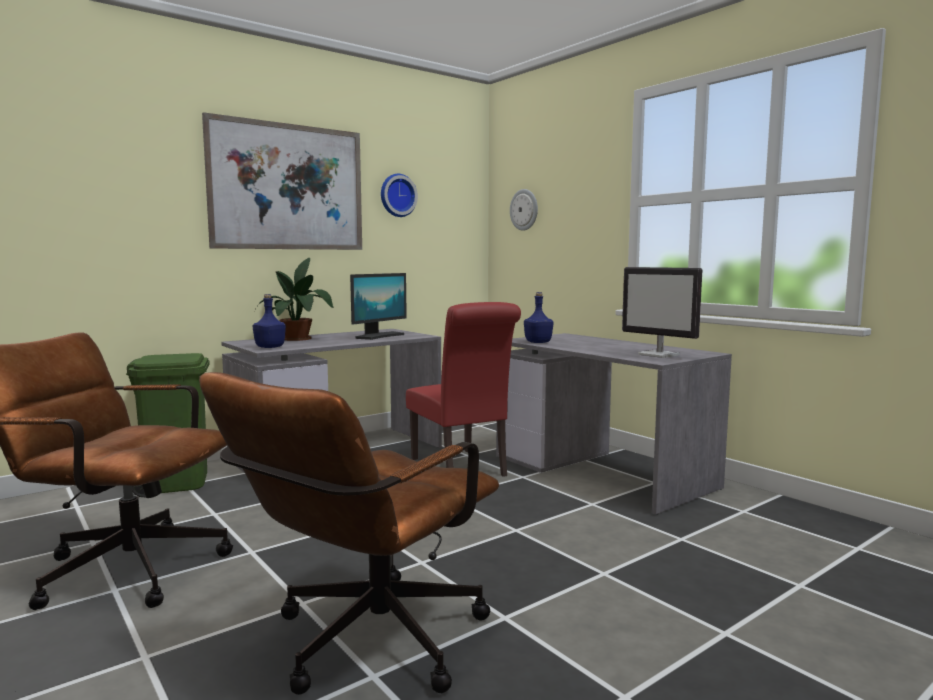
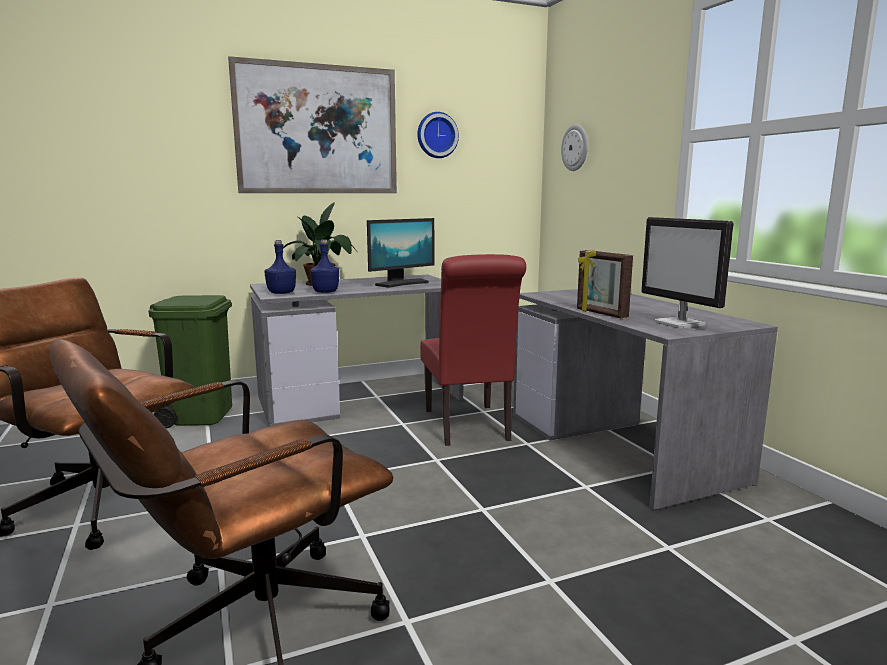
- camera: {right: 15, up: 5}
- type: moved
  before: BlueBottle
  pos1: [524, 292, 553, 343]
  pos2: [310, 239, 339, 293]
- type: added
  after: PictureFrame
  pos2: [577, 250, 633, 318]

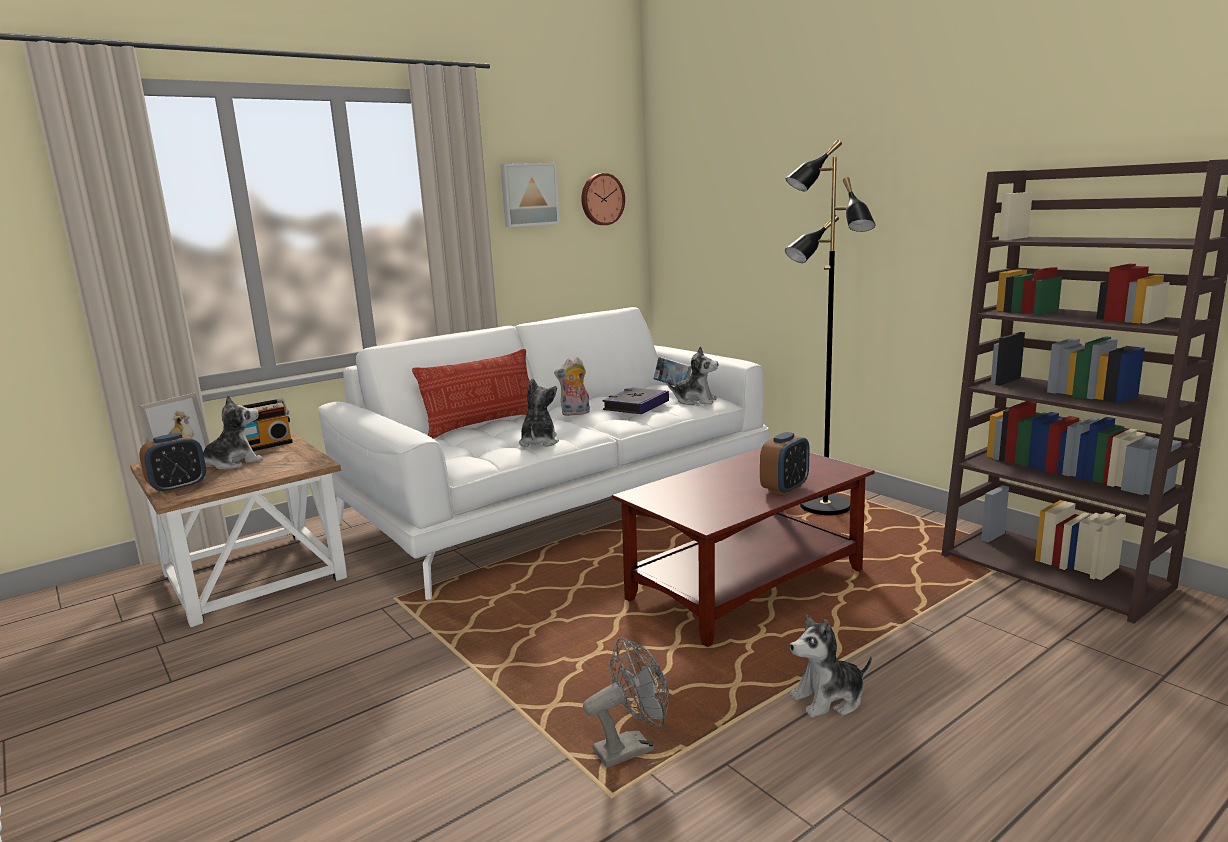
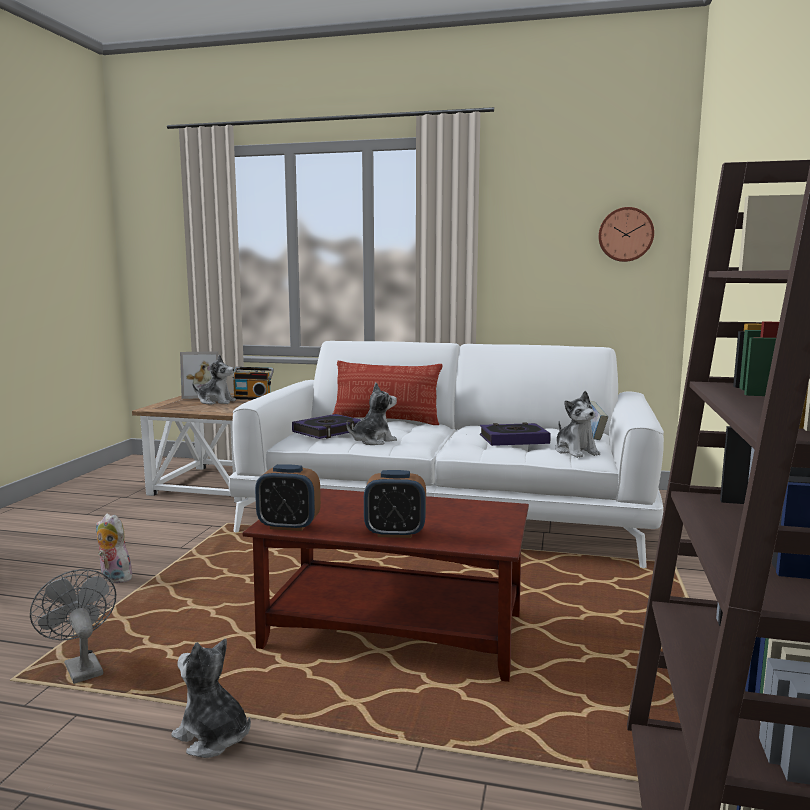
- camera: {right: 50, up: -5}
- type: turned
  before: GreyFan
  pos1: [583, 638, 670, 768]
  pos2: [30, 569, 116, 684]
  turn: -150
- type: moved
  before: PlushToy
  pos1: [554, 357, 590, 416]
  pos2: [96, 514, 132, 583]
- type: moved
  before: AlarmClock
  pos1: [139, 433, 206, 494]
  pos2: [255, 464, 321, 531]
- type: added
  after: Book
  pos2: [292, 414, 361, 439]
- type: removed
  before: Picture
  pos1: [500, 163, 560, 227]
- type: removed
  before: BlackFloorLamp
  pos1: [785, 139, 875, 515]

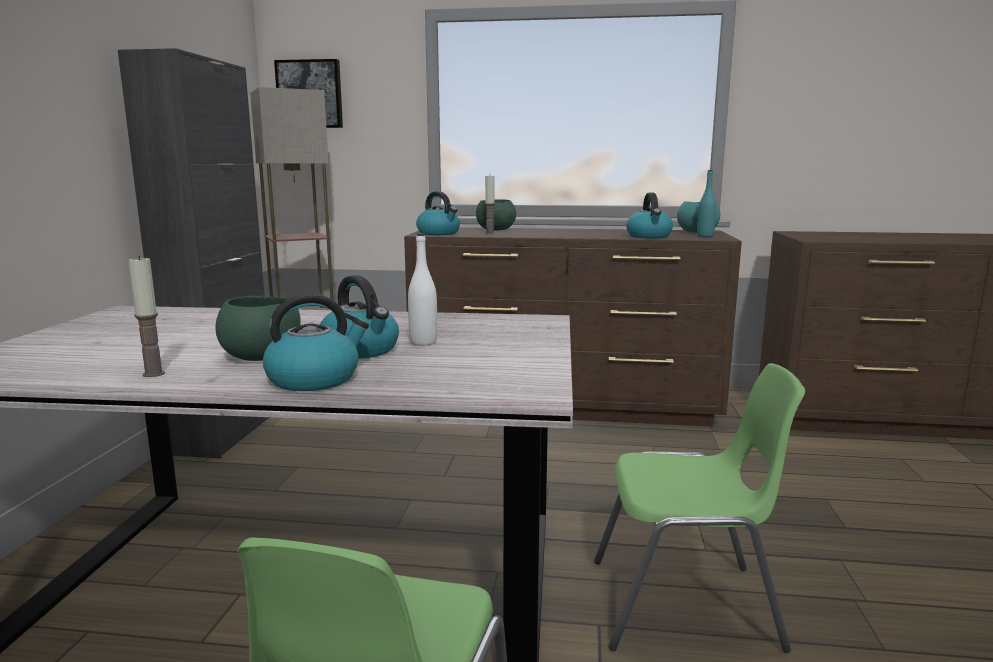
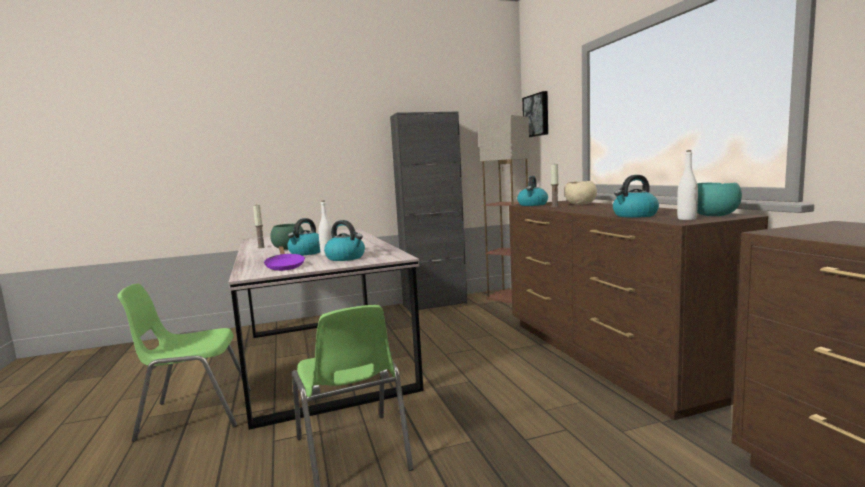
- camera: {right: 65, up: -5}
- type: added
  after: PurpleFryingPan
  pos2: [263, 246, 305, 271]
- type: moved
  before: Kettle
  pos1: [263, 293, 369, 391]
  pos2: [324, 220, 365, 261]
- type: recoloured
  before: GreenBowl
  after: BeigeBowl
  pos1: [476, 199, 516, 230]
  pos2: [564, 181, 597, 205]
- type: recoloured
  before: TurquoiseBottle
  after: WhiteBottle
  pos1: [697, 170, 716, 237]
  pos2: [677, 150, 698, 220]

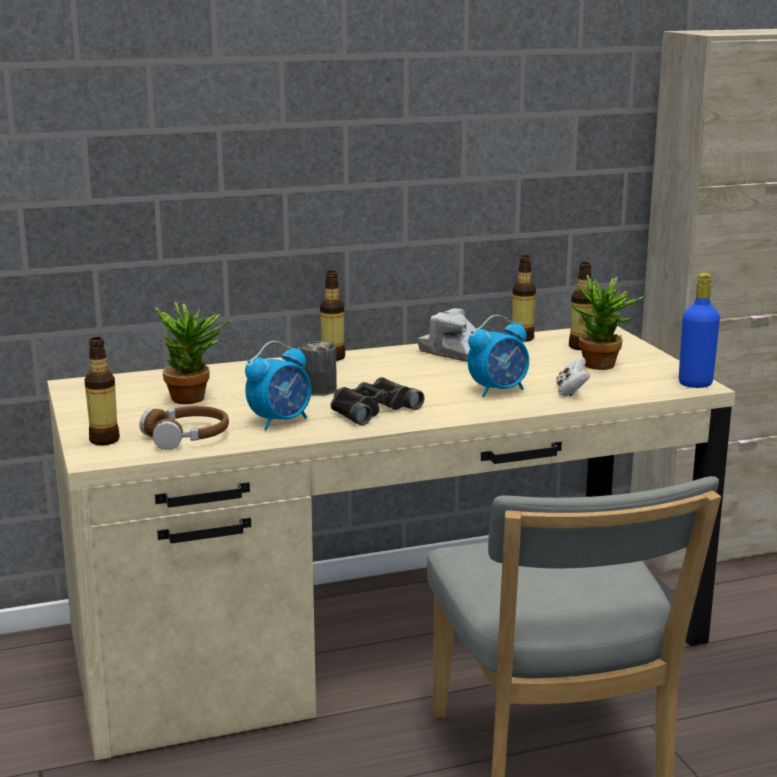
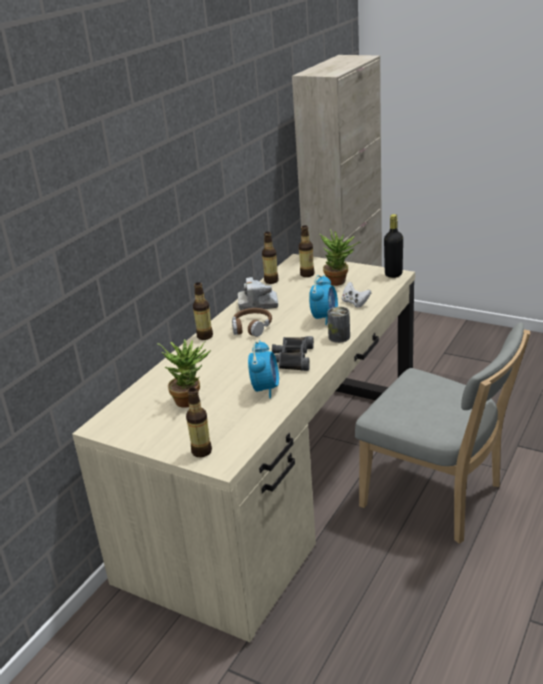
- camera: {right: -40, up: 10}
- type: moved
  before: BrownHeadphones
  pos1: [140, 406, 229, 450]
  pos2: [232, 308, 272, 337]
- type: moved
  before: Can
  pos1: [301, 341, 337, 396]
  pos2: [327, 307, 350, 343]
- type: recoloured
  before: BlueBottle
  after: BlackBottle
  pos1: [679, 273, 720, 388]
  pos2: [384, 214, 403, 278]

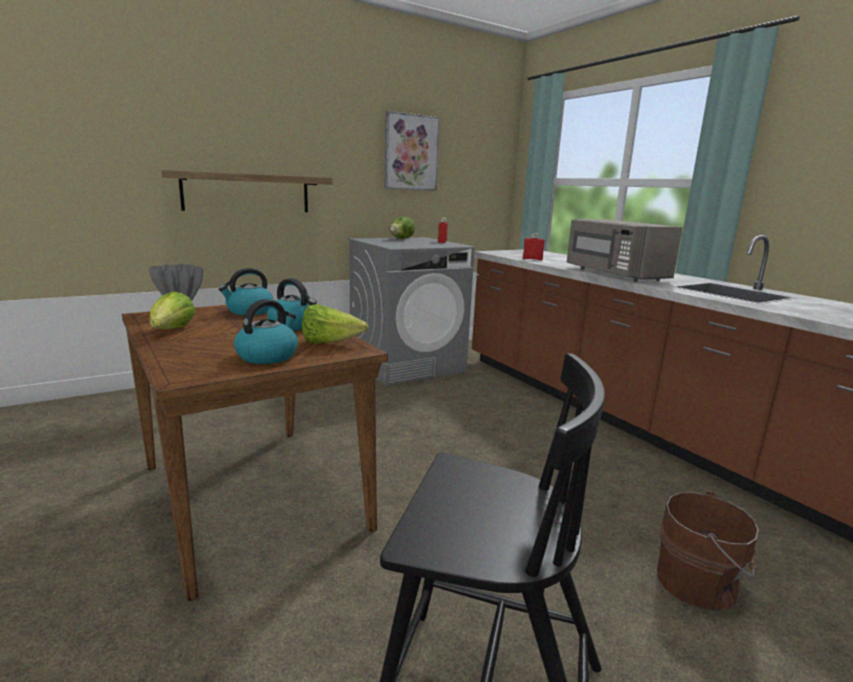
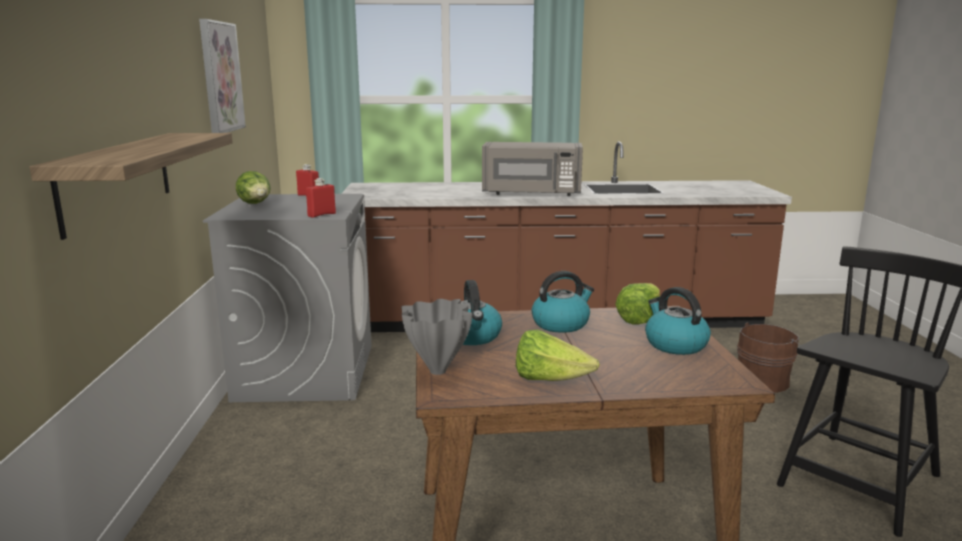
- camera: {right: -60, up: 0}
- type: moved
  before: RedBottle
  pos1: [523, 233, 545, 260]
  pos2: [306, 178, 336, 218]

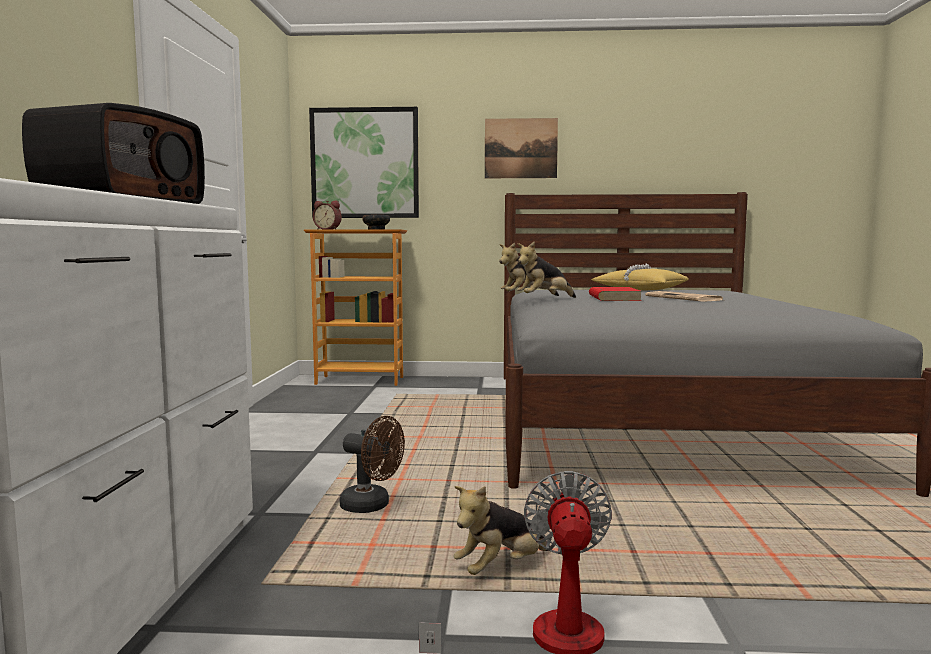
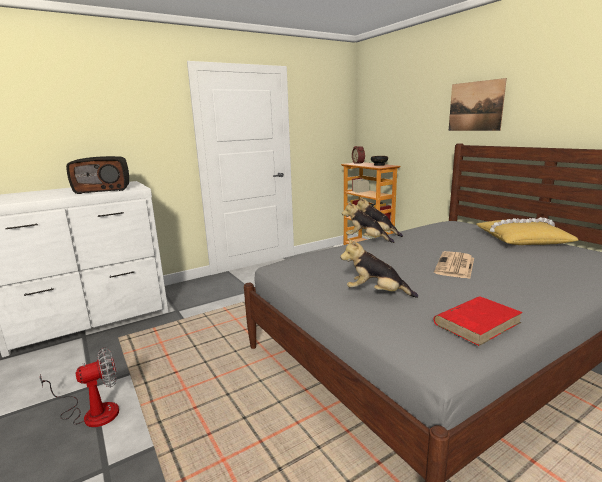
- camera: {right: 55, up: 10}
- type: moved
  before: PlushToy
  pos1: [454, 486, 550, 575]
  pos2: [340, 238, 418, 298]
- type: moved
  before: RedBook
  pos1: [589, 287, 641, 301]
  pos2: [433, 296, 523, 346]
- type: removed
  before: Picture
  pos1: [309, 107, 419, 218]
- type: removed
  before: BrownFan
  pos1: [340, 416, 405, 513]

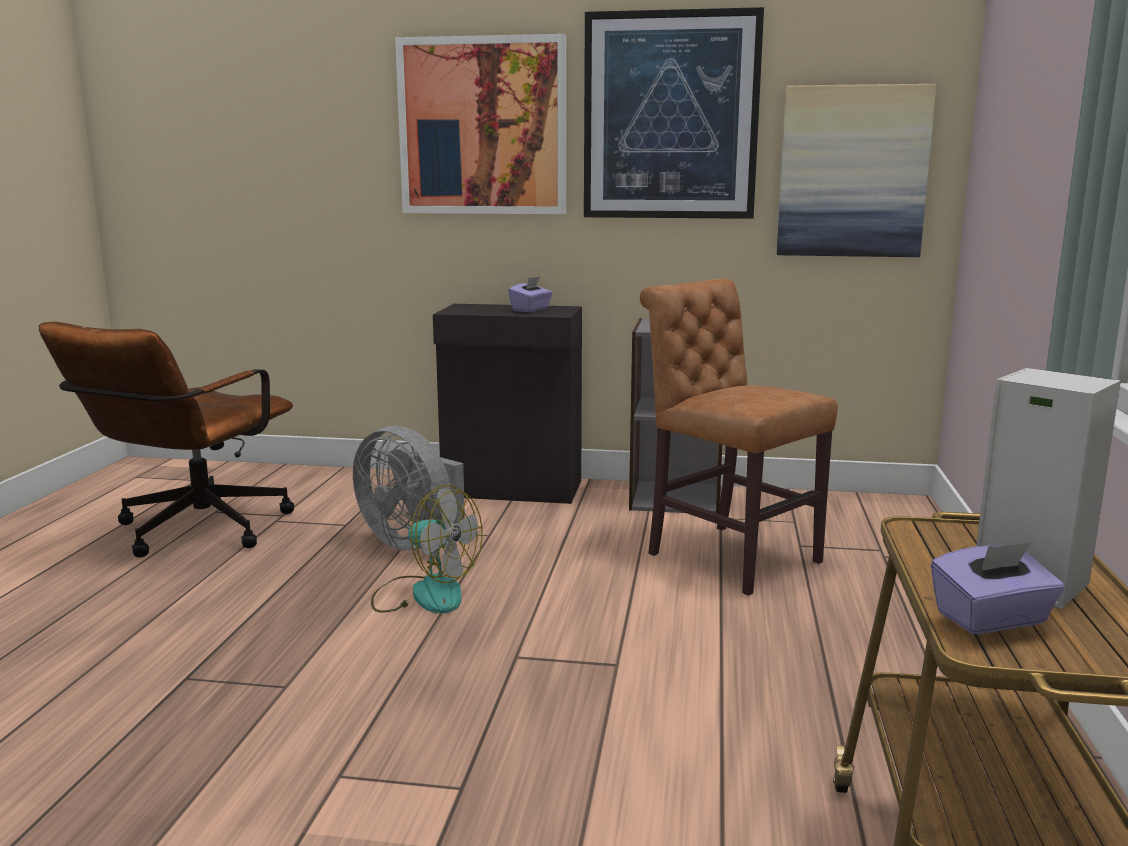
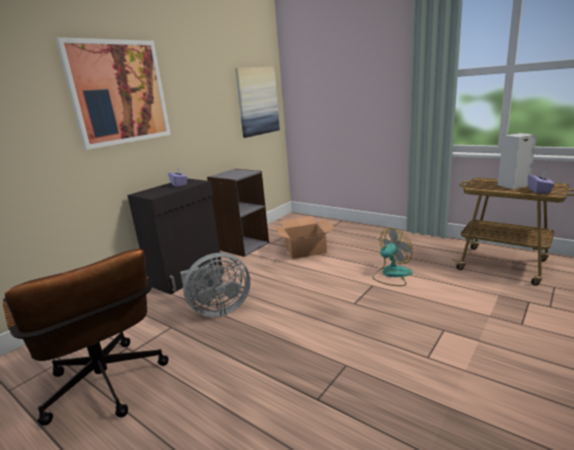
- camera: {right: -60, up: 5}
- type: replaced
  before: BrownChair
  after: CardboardBox
  pos1: [640, 279, 838, 596]
  pos2: [275, 216, 335, 259]
- type: moved
  before: Fan
  pos1: [371, 485, 482, 613]
  pos2: [372, 228, 413, 286]
- type: removed
  before: Picture
  pos1: [584, 7, 764, 219]

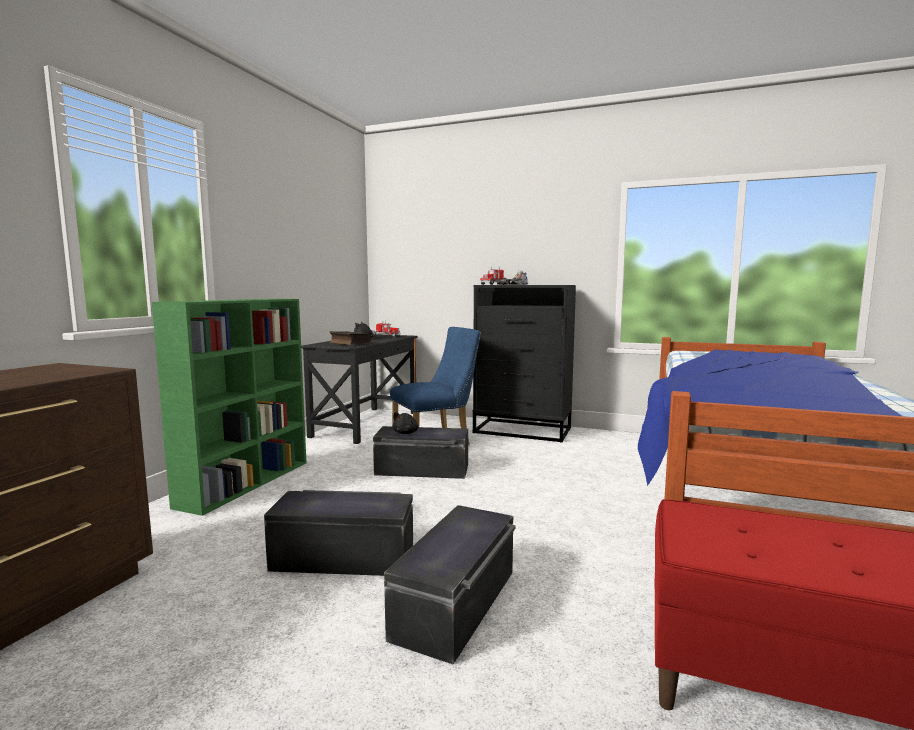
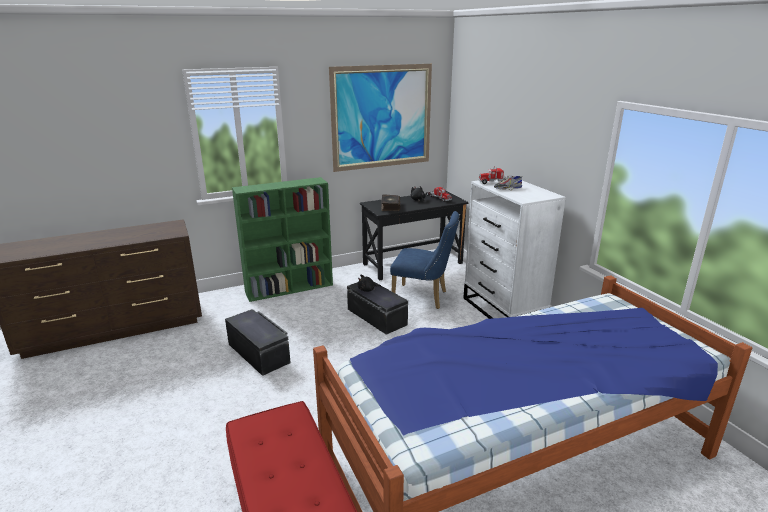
- camera: {right: 45, up: 15}
- type: added
  after: Picture
  pos2: [329, 64, 432, 172]
- type: recoloured
  before: BlackDresser
  after: WhiteDresser
  pos1: [473, 285, 576, 442]
  pos2: [463, 180, 566, 319]
- type: removed
  before: BlackStorageBox
  pos1: [384, 505, 516, 665]

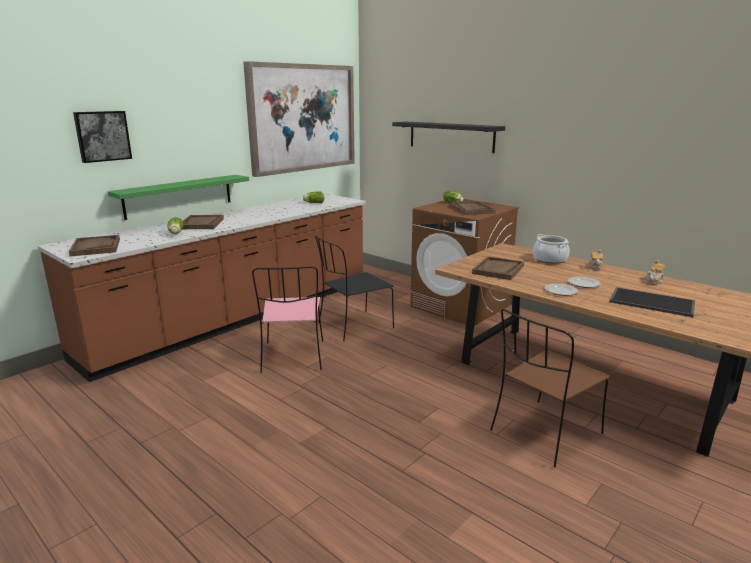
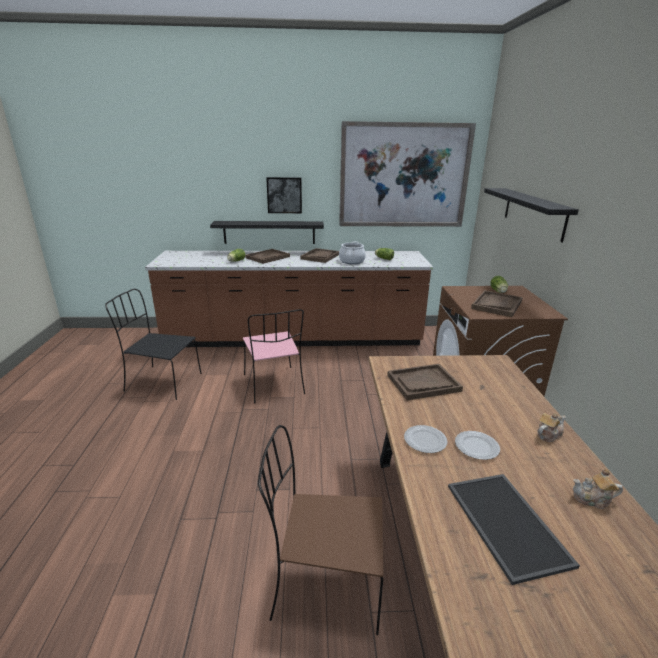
- camera: {right: 45, up: 5}
- type: moved
  before: BlackChair
  pos1: [315, 235, 394, 341]
  pos2: [105, 289, 202, 400]
- type: recoloured
  before: GreenShelf
  after: BlackShelf
  pos1: [108, 175, 249, 220]
  pos2: [210, 221, 324, 244]
- type: turned
  before: PinkChair
  pos1: [252, 266, 323, 373]
  pos2: [243, 309, 305, 403]
  turn: -60
- type: moved
  before: Picture
  pos1: [73, 111, 132, 163]
  pos2: [266, 177, 302, 213]
- type: moved
  before: BrownTray
  pos1: [69, 235, 120, 256]
  pos2: [300, 248, 339, 263]
- type: moved
  before: CookingPot
  pos1: [533, 234, 569, 264]
  pos2: [339, 241, 366, 264]

